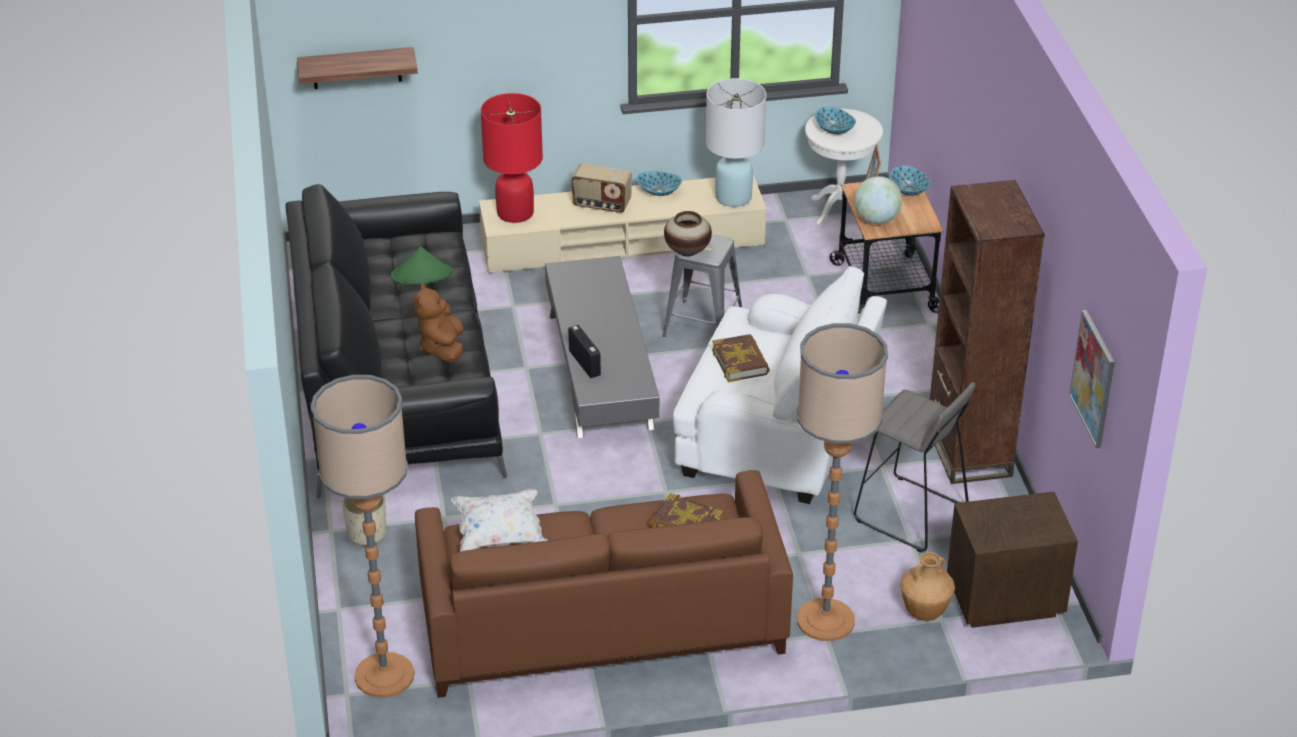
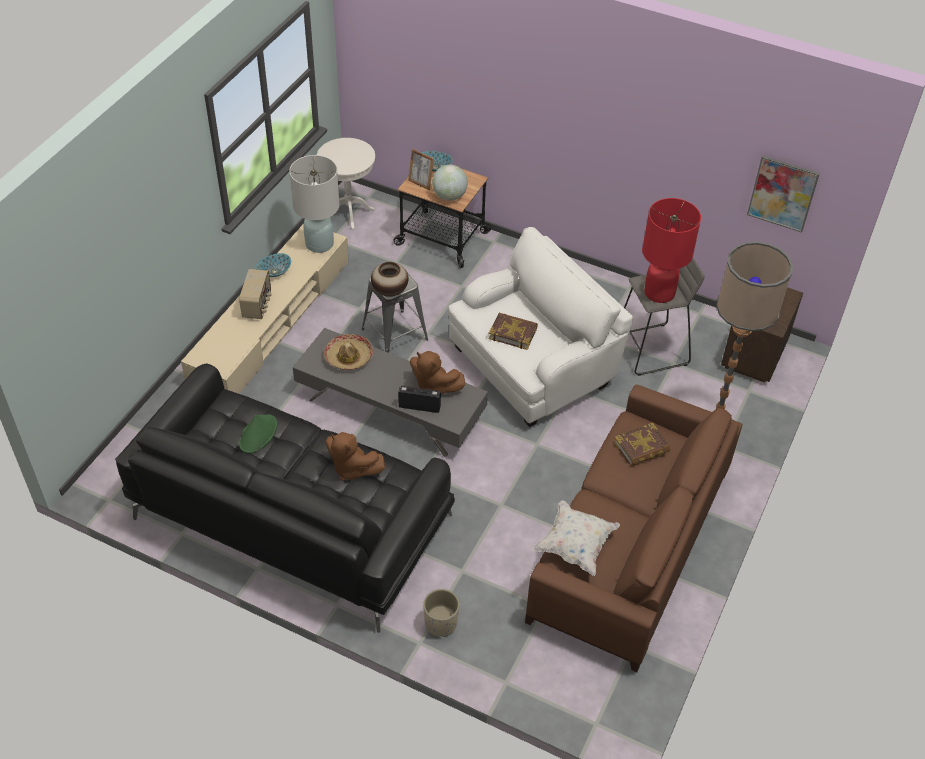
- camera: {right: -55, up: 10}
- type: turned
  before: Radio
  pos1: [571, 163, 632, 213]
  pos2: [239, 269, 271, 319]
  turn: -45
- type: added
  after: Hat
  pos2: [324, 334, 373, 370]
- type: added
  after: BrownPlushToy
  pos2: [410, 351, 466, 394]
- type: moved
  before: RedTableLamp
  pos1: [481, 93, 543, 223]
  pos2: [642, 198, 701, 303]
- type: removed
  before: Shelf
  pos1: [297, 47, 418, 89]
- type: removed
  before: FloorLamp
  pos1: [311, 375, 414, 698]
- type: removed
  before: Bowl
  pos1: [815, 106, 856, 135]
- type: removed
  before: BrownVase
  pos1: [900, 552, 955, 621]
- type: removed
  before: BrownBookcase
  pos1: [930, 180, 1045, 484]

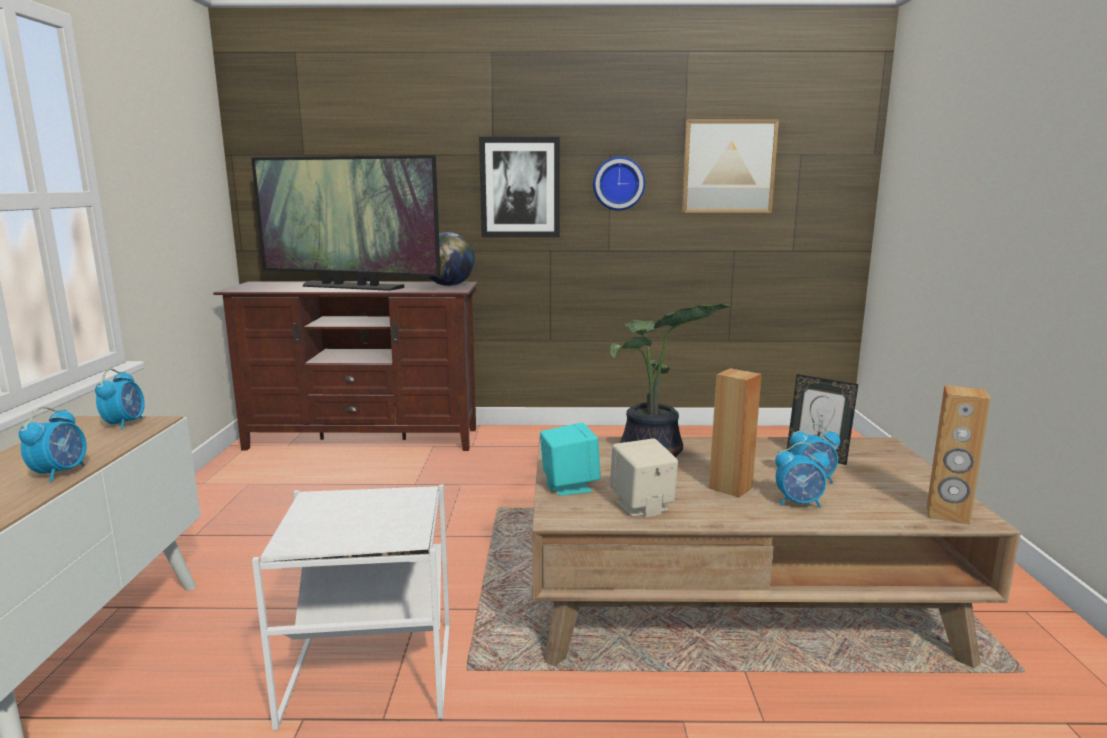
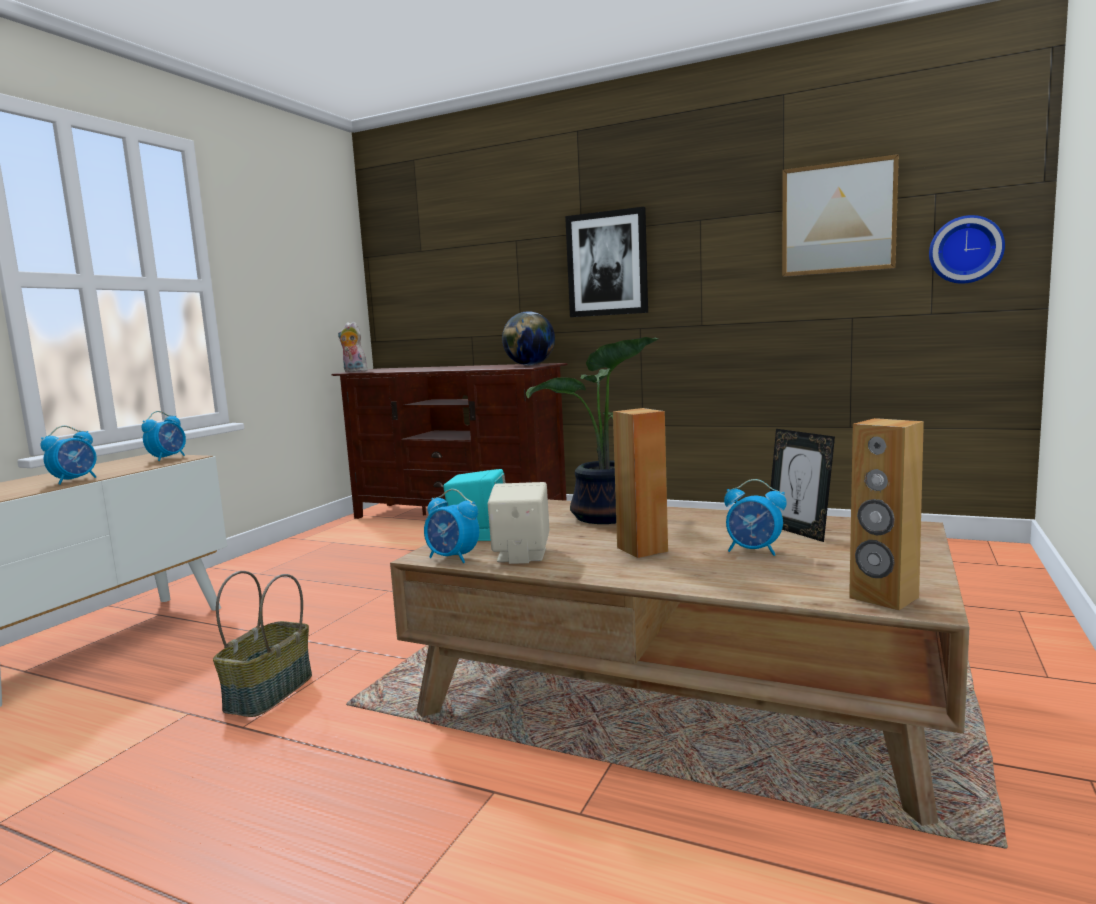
- camera: {right: 25, up: -5}
- type: replaced
  before: WhiteSideTable
  after: Basket
  pos1: [252, 484, 450, 731]
  pos2: [213, 571, 312, 717]
- type: added
  after: PlushToy
  pos2: [338, 322, 367, 372]
- type: moved
  before: AlarmClock
  pos1: [775, 442, 830, 508]
  pos2: [424, 489, 479, 563]
- type: moved
  before: WallClock
  pos1: [593, 157, 645, 211]
  pos2: [929, 215, 1005, 284]
- type: removed
  before: Television
  pos1: [251, 155, 441, 291]

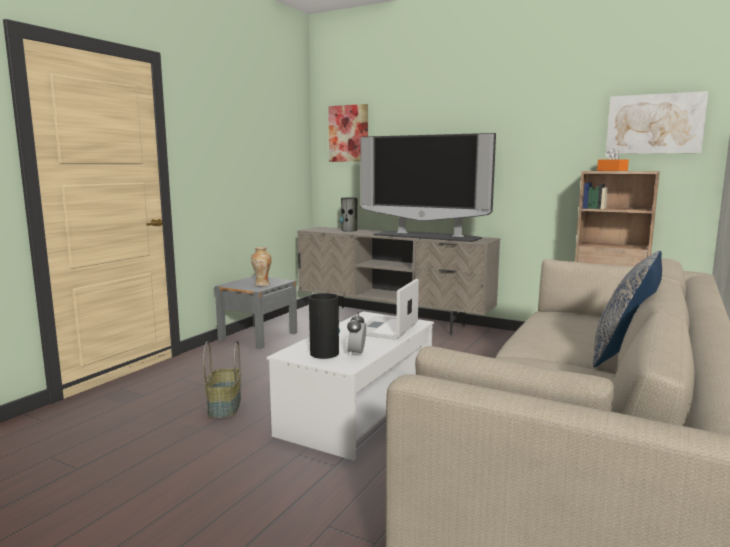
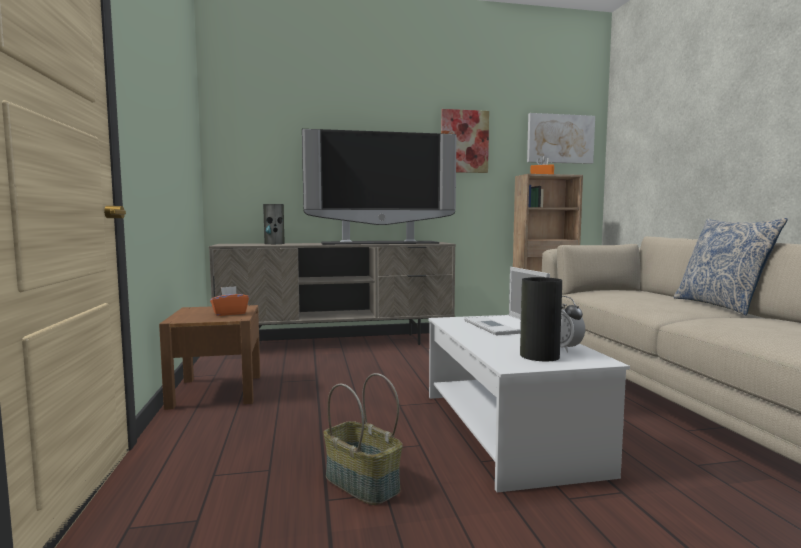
- camera: {right: -40, up: -5}
- type: recoloured
  before: GreyNightstand
  after: BrownNightstand
  pos1: [215, 276, 297, 349]
  pos2: [159, 305, 260, 410]
- type: replaced
  before: Vase
  after: OrangeTissueBox
  pos1: [251, 247, 272, 286]
  pos2: [210, 286, 249, 316]
- type: moved
  before: Picture
  pos1: [328, 104, 368, 162]
  pos2: [441, 109, 489, 173]

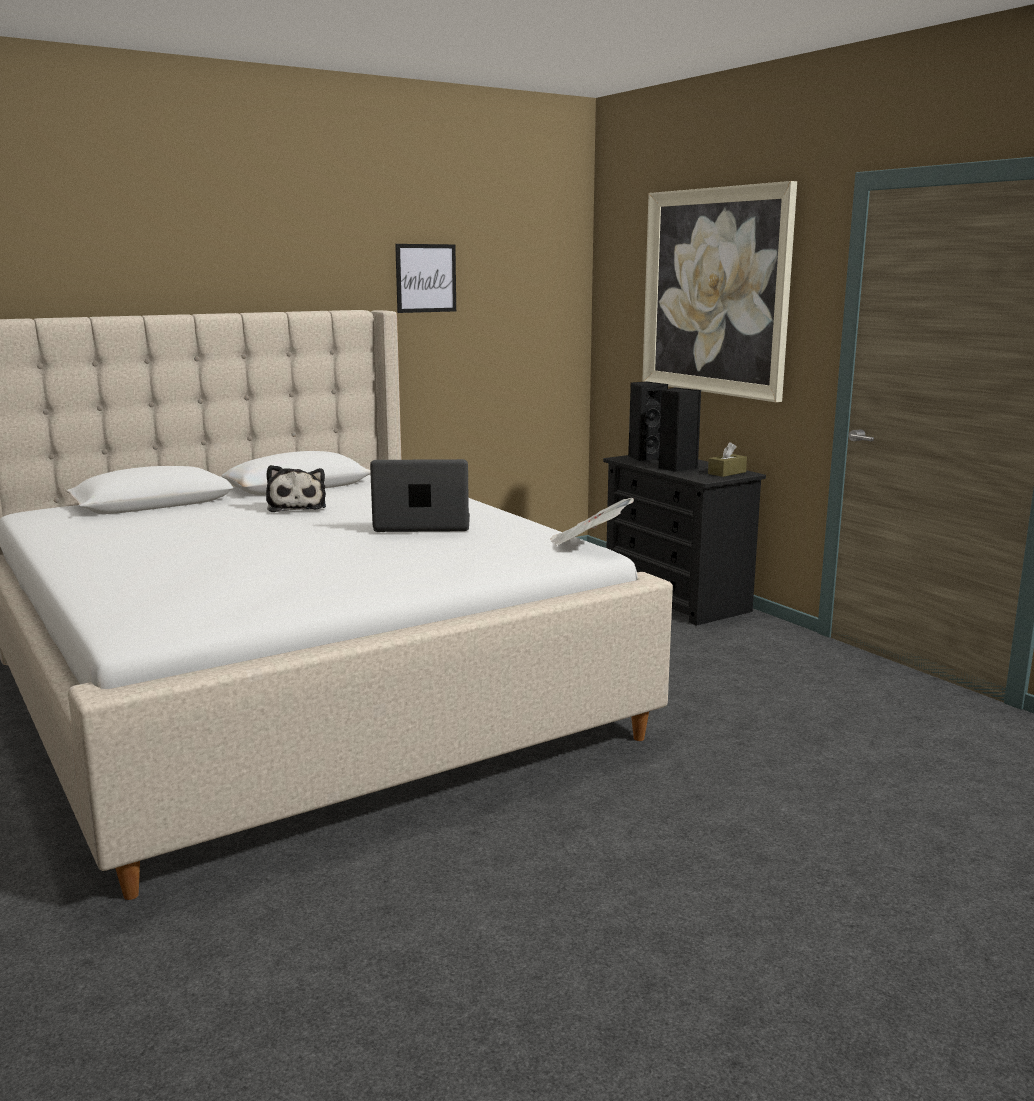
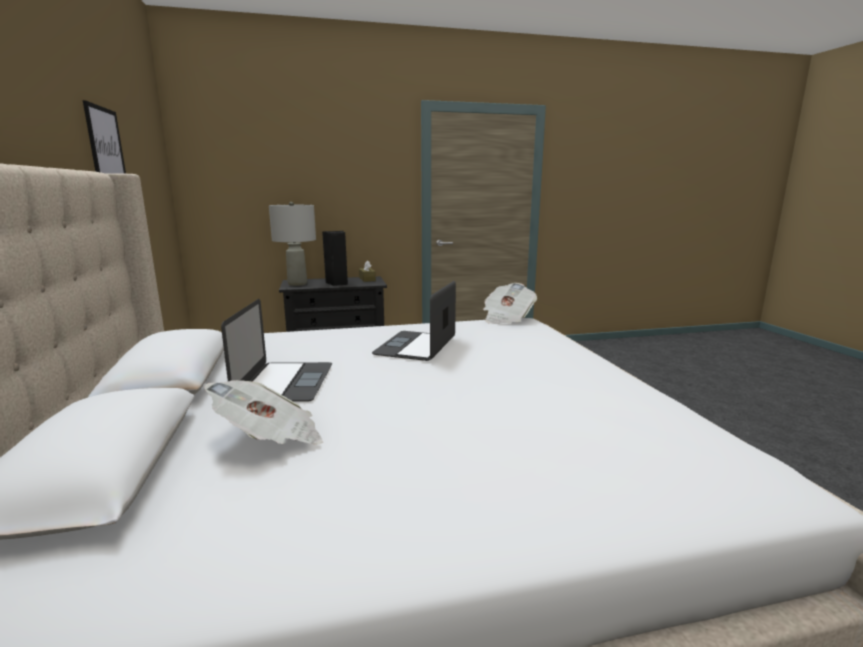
- camera: {right: -70, up: 0}
- type: added
  after: Newspaper
  pos2: [204, 380, 323, 444]
- type: replaced
  before: PlushToy
  after: Laptop
  pos1: [266, 465, 326, 512]
  pos2: [221, 299, 332, 402]
- type: replaced
  before: BlackSpeaker
  after: GreyTableLamp
  pos1: [628, 381, 668, 461]
  pos2: [269, 202, 316, 286]
- type: removed
  before: Picture
  pos1: [642, 181, 797, 402]

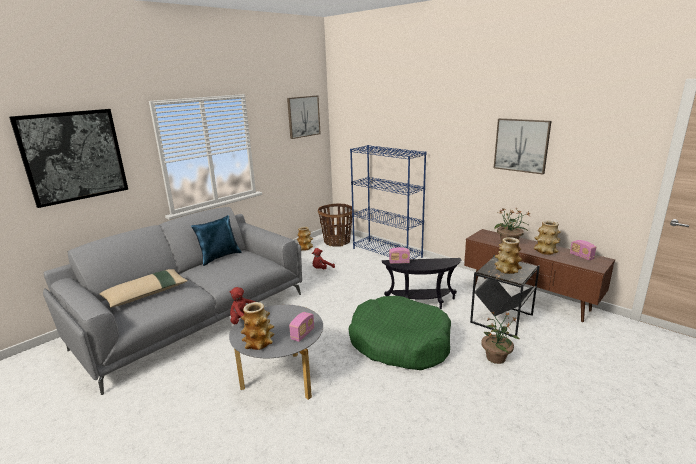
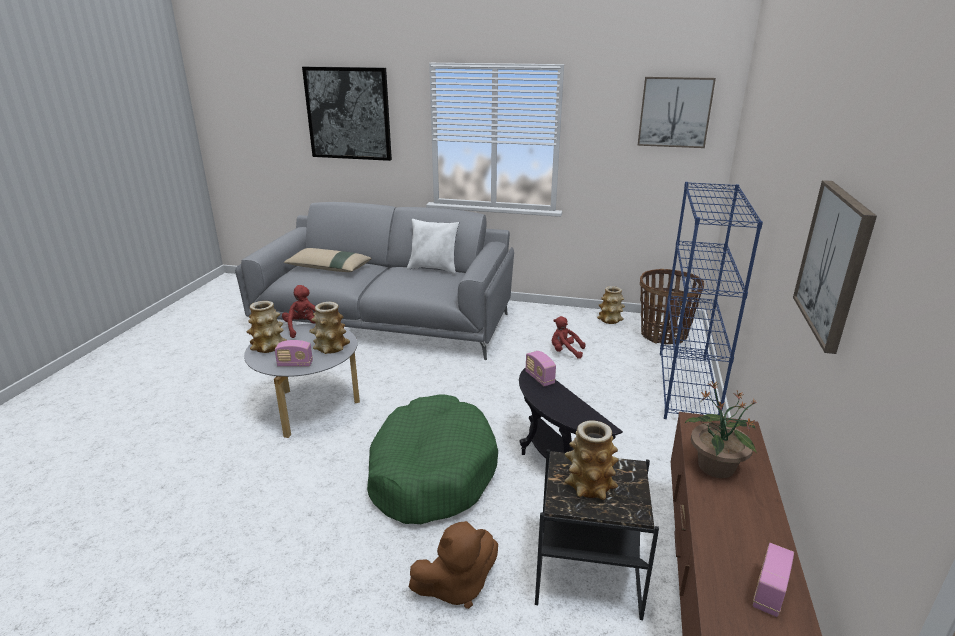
- camera: {right: 60, up: 5}
- type: moved
  before: Vase
  pos1: [534, 221, 561, 255]
  pos2: [309, 302, 350, 354]
- type: recoloured
  before: BluePillow
  after: WhitePillow
  pos1: [191, 215, 242, 266]
  pos2: [407, 219, 459, 274]
- type: replaced
  before: PottedPlant
  after: BrownPlushToy
  pos1: [481, 312, 519, 364]
  pos2: [409, 521, 498, 609]

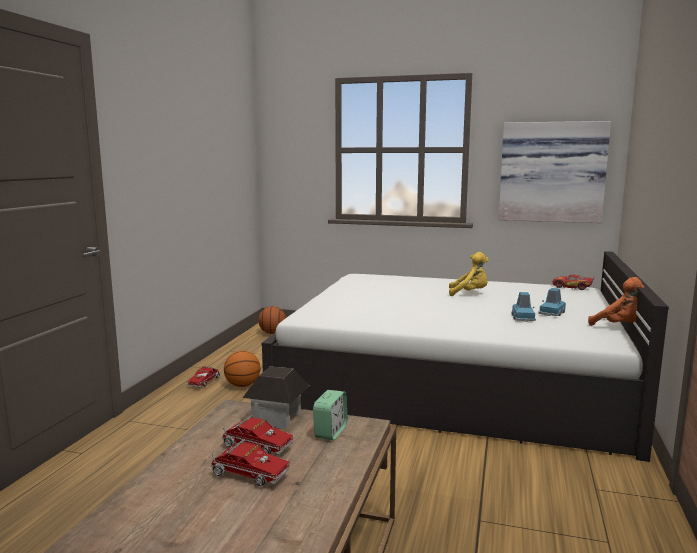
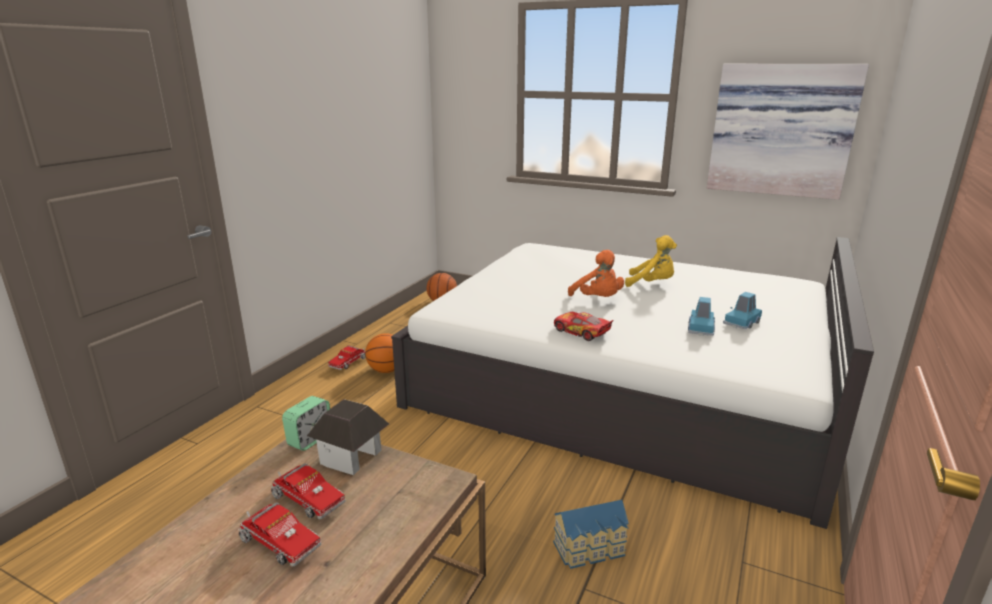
- camera: {right: 10, up: 10}
- type: moved
  before: AlarmClock
  pos1: [313, 390, 348, 440]
  pos2: [282, 396, 330, 451]
- type: added
  after: ToyHouse
  pos2: [553, 500, 629, 569]
- type: moved
  before: ToyCar
  pos1: [553, 275, 595, 290]
  pos2: [554, 312, 613, 341]
- type: moved
  before: OrangePlushToy
  pos1: [588, 277, 645, 326]
  pos2: [568, 250, 624, 297]

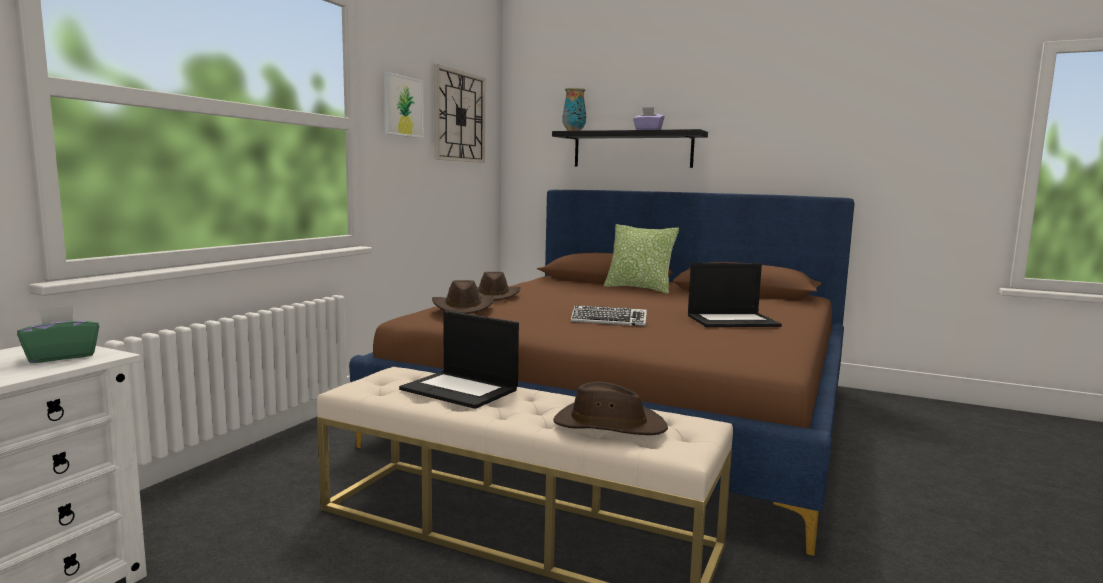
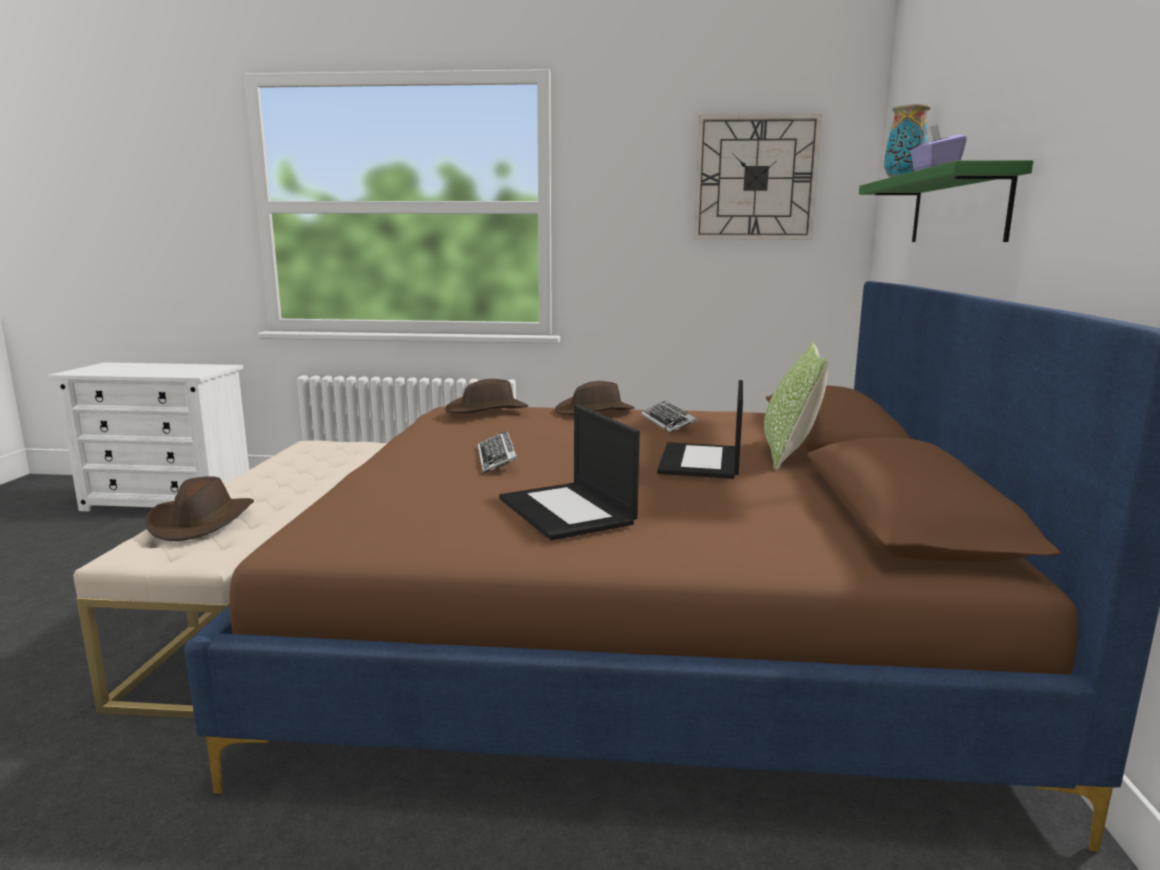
- camera: {right: 70, up: 5}
- type: added
  after: Keyboard
  pos2: [641, 401, 697, 433]
- type: moved
  before: Laptop
  pos1: [399, 311, 519, 409]
  pos2: [657, 380, 743, 479]
- type: recoloured
  before: BlackShelf
  after: GreenShelf
  pos1: [552, 129, 708, 168]
  pos2: [859, 160, 1033, 242]
- type: removed
  before: GreenTissueBox
  pos1: [17, 305, 99, 363]
- type: removed
  before: Picture
  pos1: [384, 72, 424, 138]

